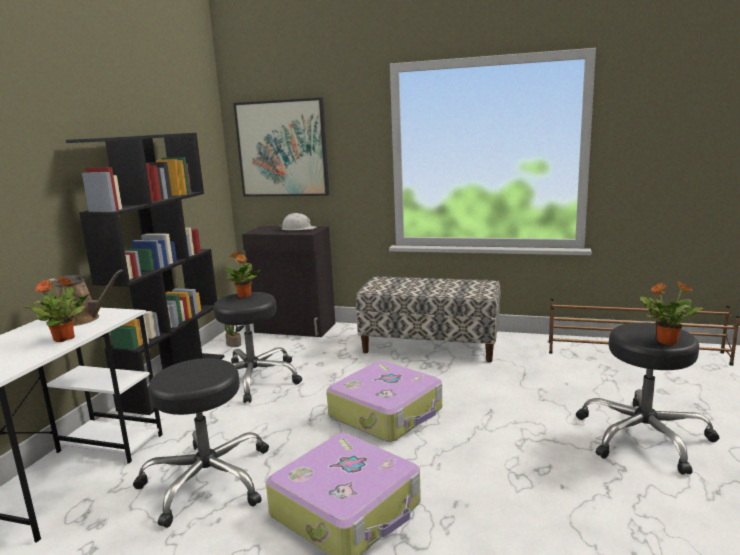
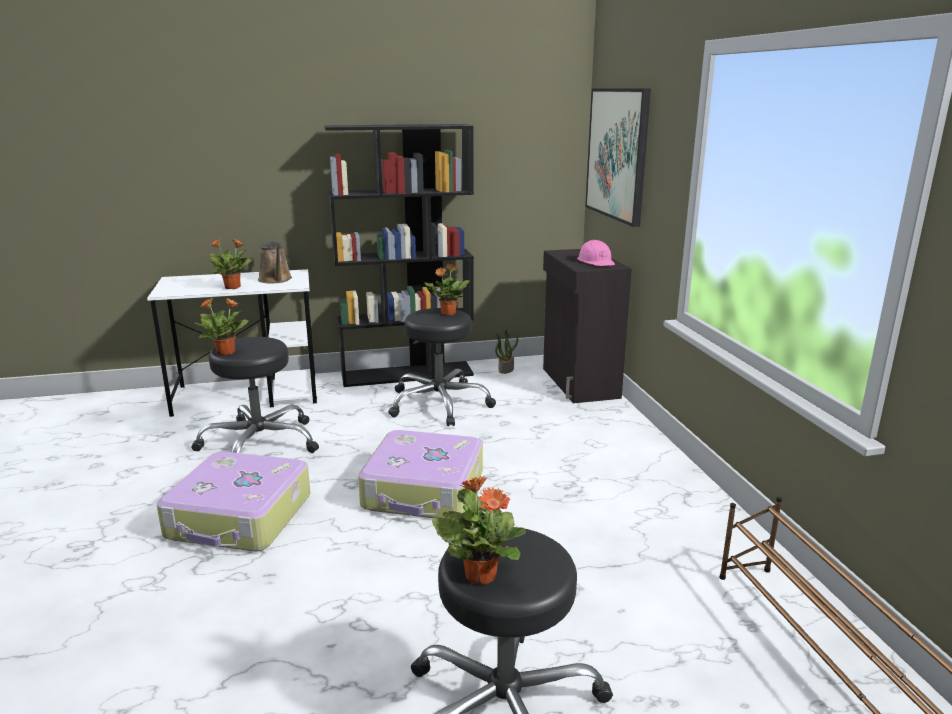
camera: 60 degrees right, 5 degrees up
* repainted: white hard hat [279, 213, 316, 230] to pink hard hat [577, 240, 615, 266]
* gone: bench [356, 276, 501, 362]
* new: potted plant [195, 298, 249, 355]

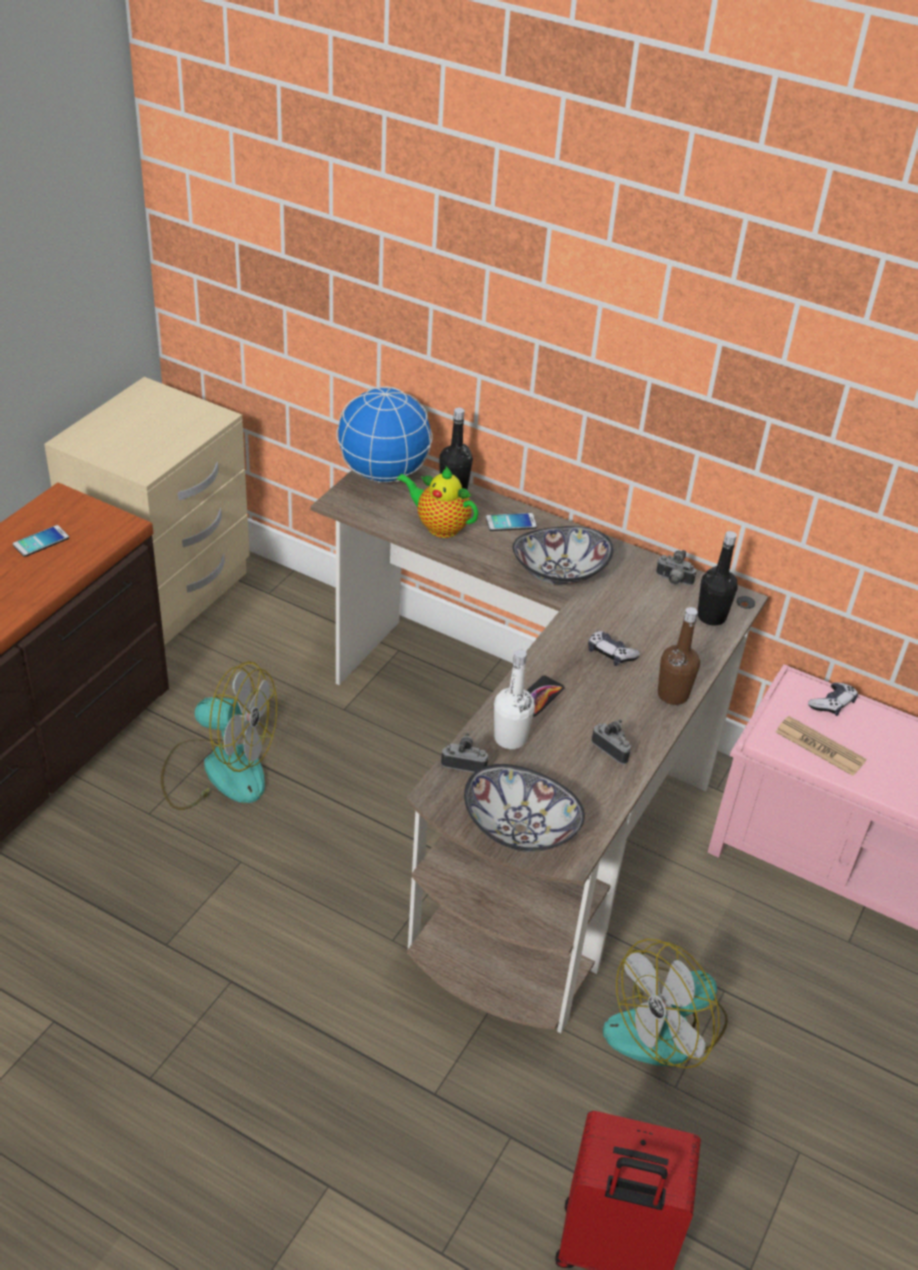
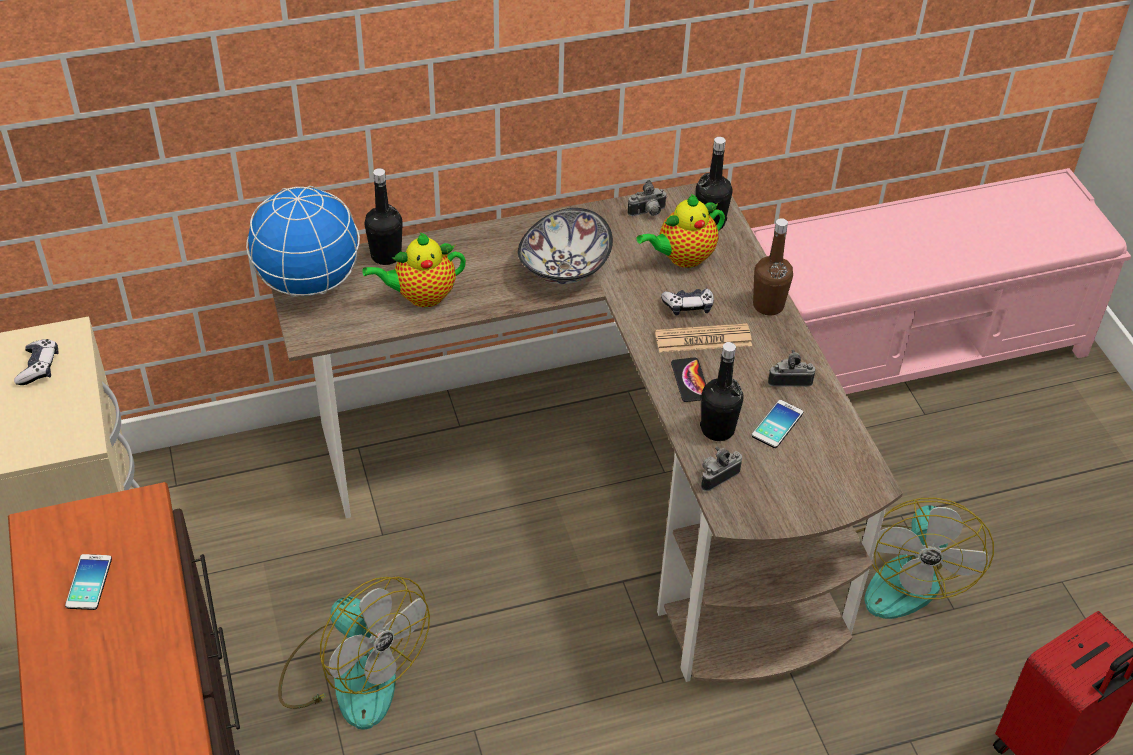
camera: 45 degrees left, 5 degrees up
* rotated: fan [161, 661, 277, 810] = [278, 577, 430, 730] 75 degrees clockwise
* gone: bowl [464, 764, 585, 852]
* shifted: phone [486, 513, 537, 531] to [752, 400, 803, 448]
* repainted: white bottle [494, 649, 535, 749] to black bottle [700, 342, 743, 441]
* shifted: newspaper [775, 716, 866, 776] to [655, 323, 752, 353]
* shifted: game controller [808, 682, 858, 716] to [14, 339, 59, 385]
* new: teapot [637, 194, 725, 268]

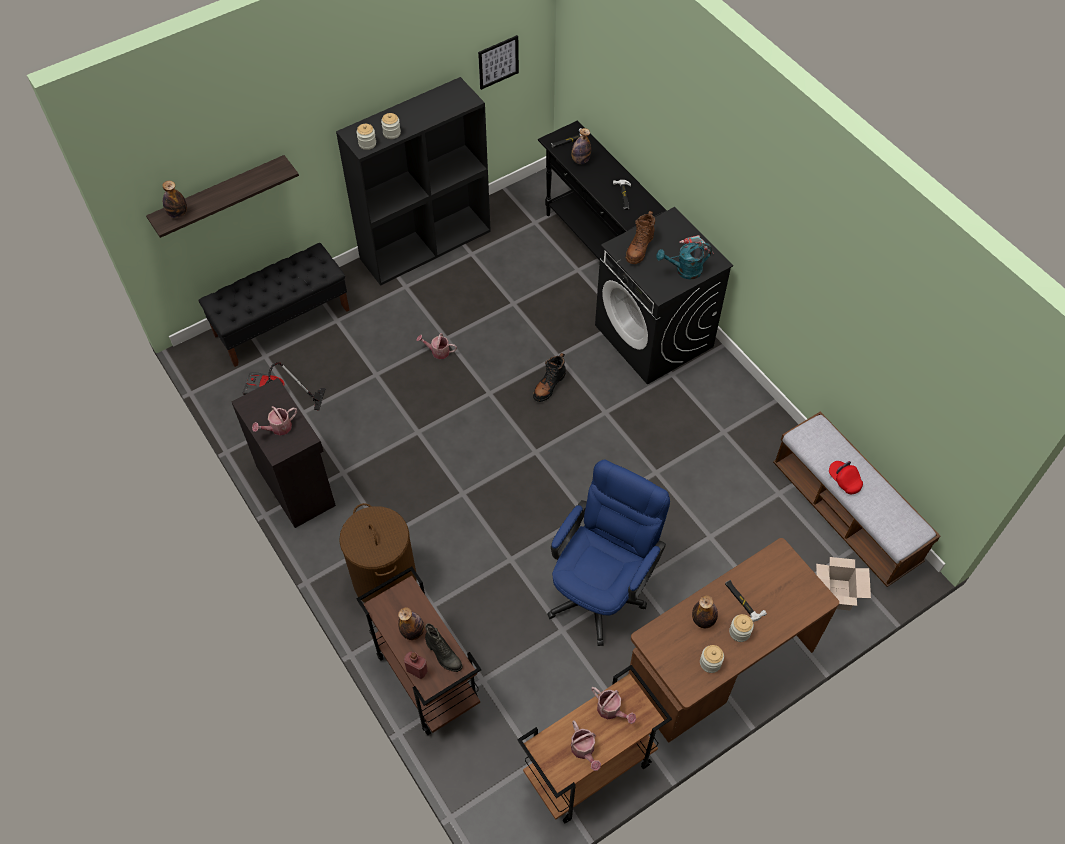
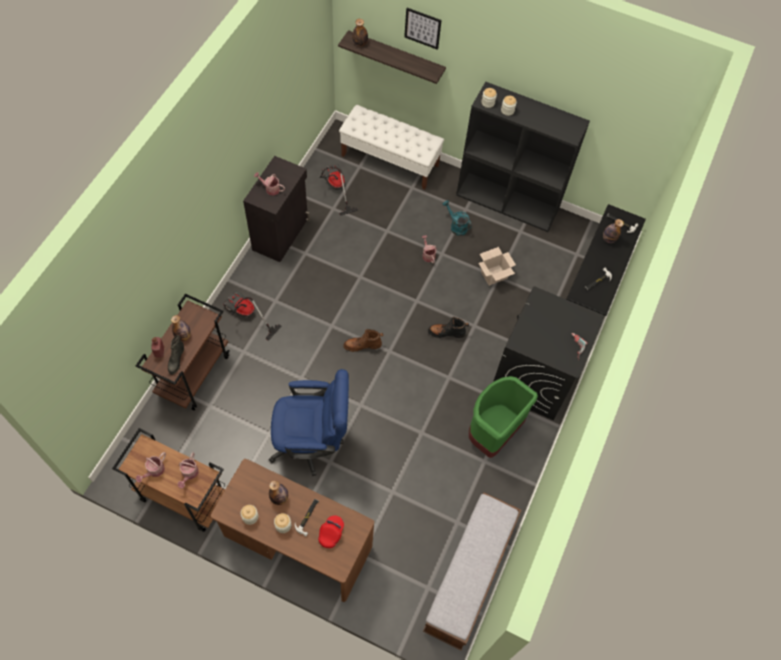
camera: 55 degrees right, 5 degrees up
* repainted: black bench [198, 243, 350, 367] to white bench [339, 104, 444, 190]
* swapped: brown laundry basket [339, 503, 417, 603] to vacuum cleaner [223, 291, 282, 341]
* shifted: picture [478, 35, 519, 90] to [404, 8, 442, 50]
* shifted: brown boot [625, 211, 655, 264] to [343, 329, 384, 352]
* shifted: turquoise watering can [656, 243, 712, 280] to [442, 200, 472, 236]
* shifted: cardboard box [816, 557, 871, 610] to [479, 247, 516, 286]
* shifted: red cap [829, 461, 863, 494] to [318, 515, 344, 548]
* new: green trash can [469, 376, 538, 458]

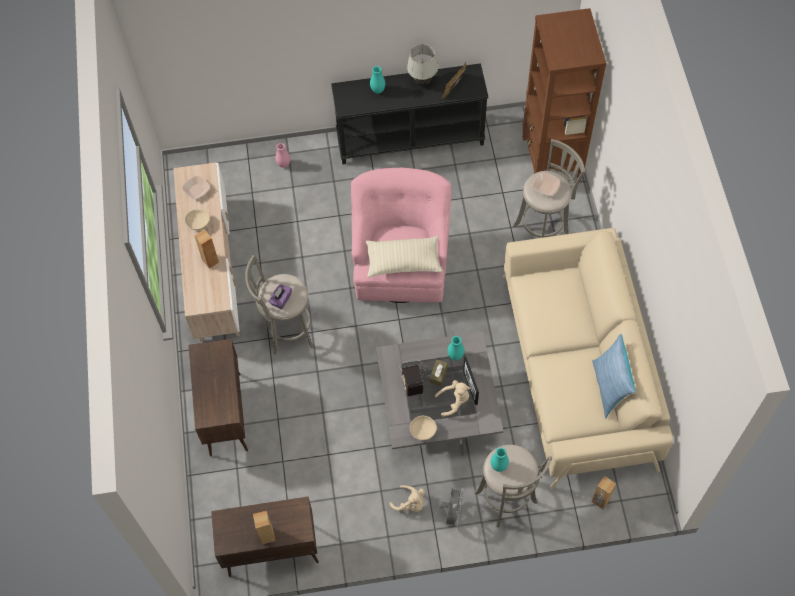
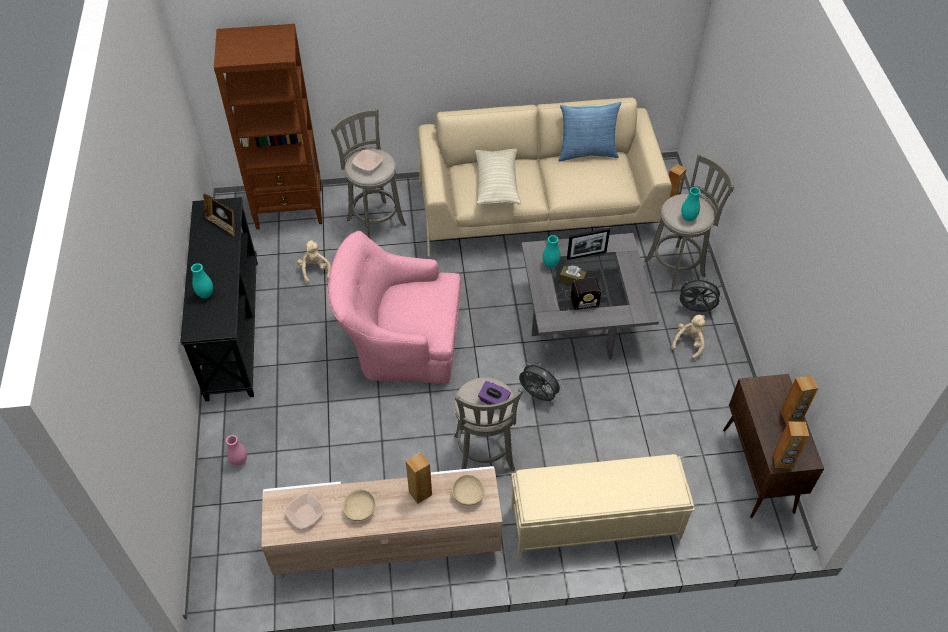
camera: 90 degrees left, 10 degrees down
* swapped: brown cabinet [189, 339, 248, 457] to beige bench [511, 454, 695, 557]
* shifted: beige pillow [366, 236, 443, 277] to [475, 148, 521, 205]
* gone: white table lamp [407, 44, 438, 86]
* shifted: beige bowl [410, 416, 437, 440] to [452, 474, 485, 506]
* shifted: beige plush toy [435, 380, 470, 417] to [297, 240, 331, 284]
* new: grey fan [519, 361, 563, 401]
* new: brown speaker [773, 421, 809, 468]

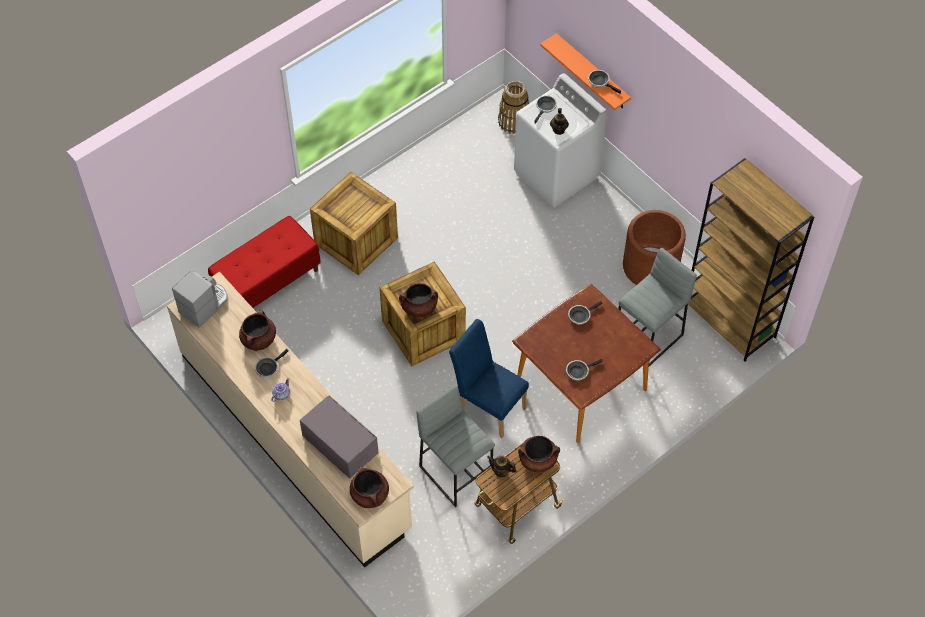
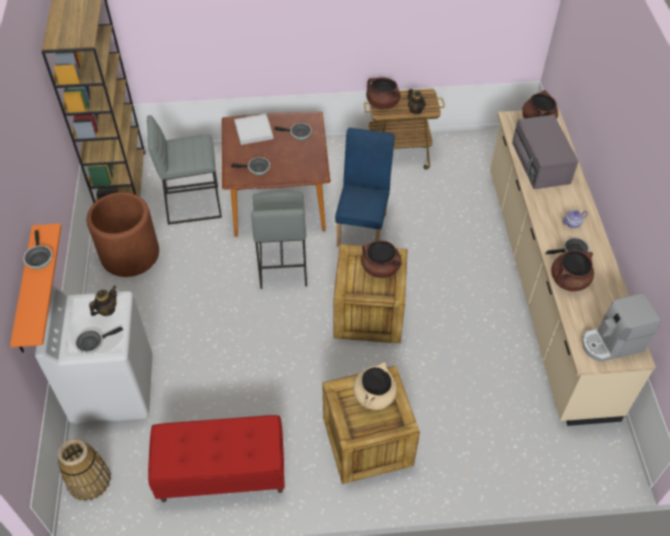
camera: 145 degrees left, 5 degrees down
* shifted: red bench [208, 216, 321, 308] to [148, 415, 285, 502]
* shifted: grey stool [416, 385, 495, 507] to [251, 191, 307, 289]
* rotated: blue chair [449, 319, 529, 438] = [335, 128, 395, 247] 150 degrees counterclockwise
* new: white tray [234, 114, 274, 145]
* new: beige cooking pot [353, 362, 397, 410]

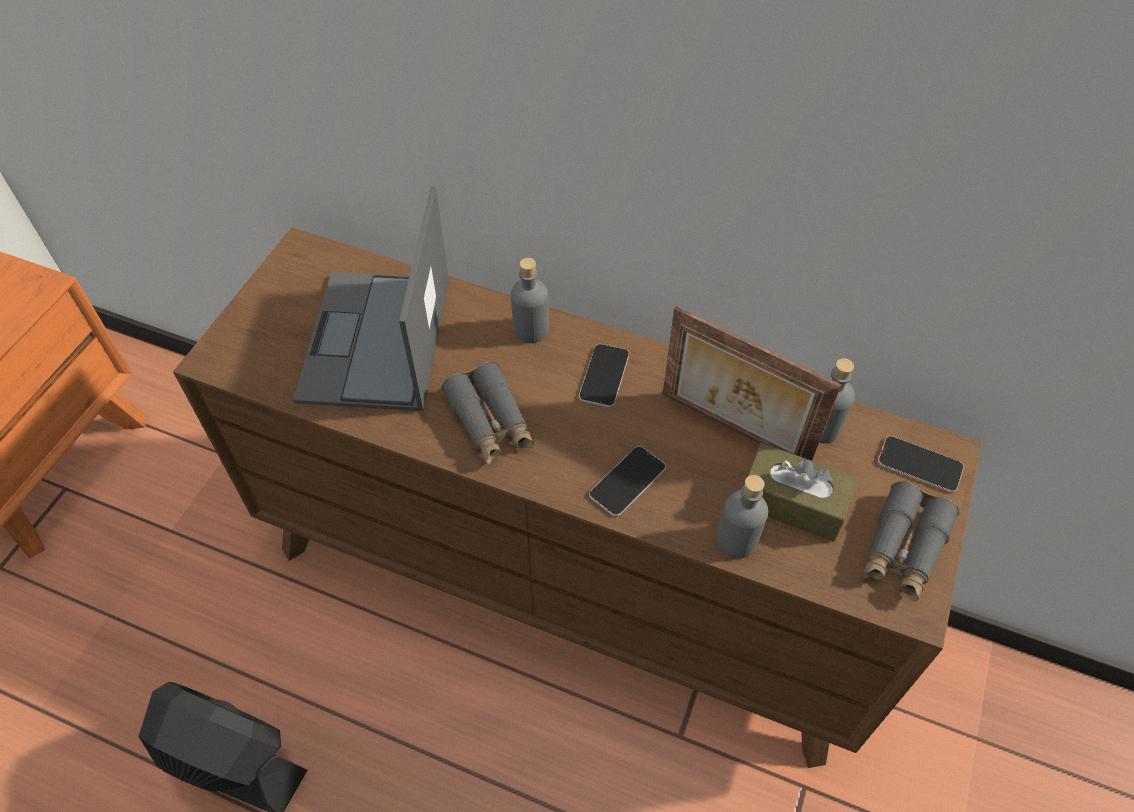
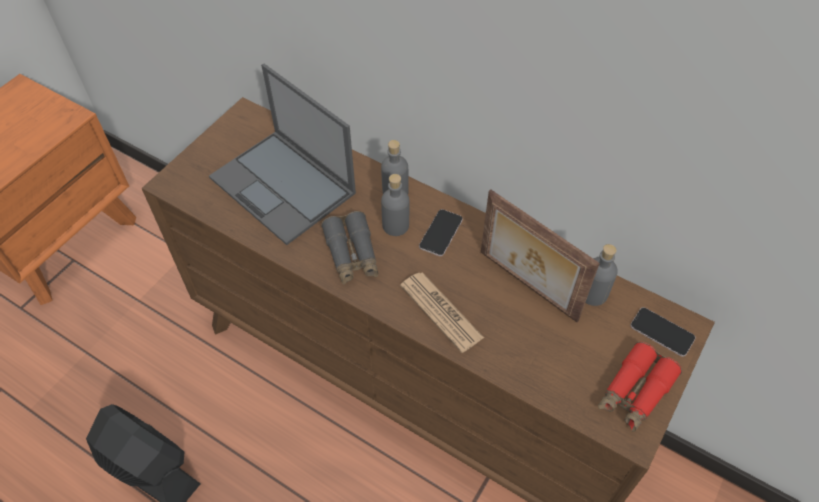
camera: 10 degrees right, 0 degrees up
* rotated: laptop [293, 186, 449, 411] = [209, 63, 356, 245] 60 degrees counterclockwise
* swapped: phone [589, 446, 666, 516] to newspaper [400, 272, 484, 353]
* shifted: grey bottle [716, 475, 768, 558] to [381, 174, 409, 236]
* gone: brown tissue box [743, 443, 858, 541]
* repainted: grey binoculars [862, 481, 960, 601] to red binoculars [598, 342, 682, 432]

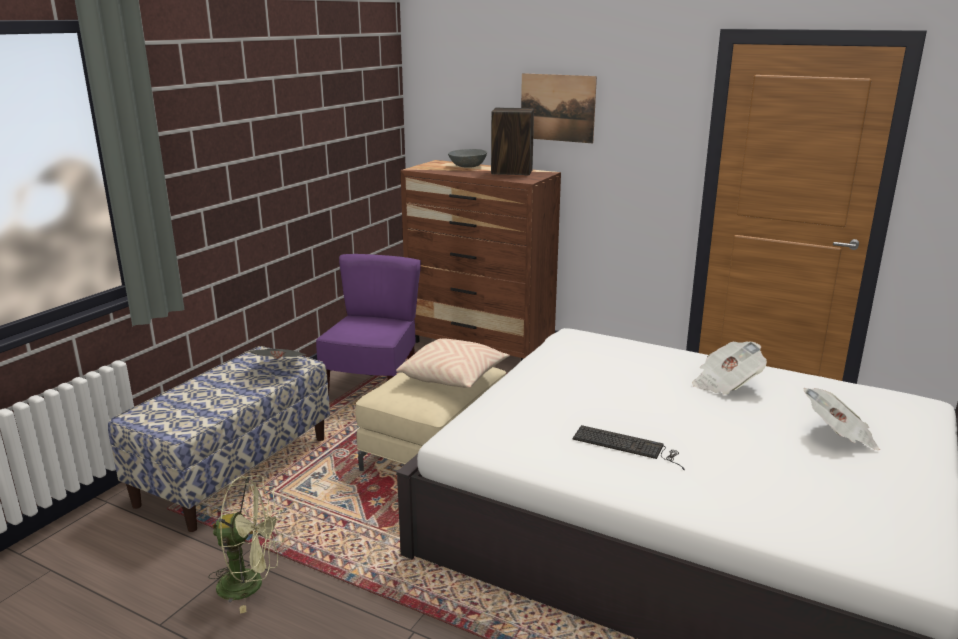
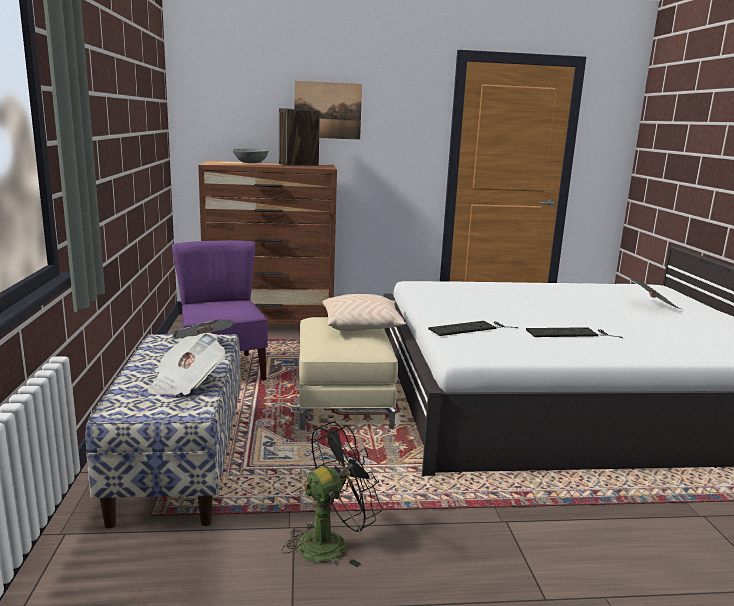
camera: 35 degrees left, 5 degrees down
* repainted: green fan [209, 475, 284, 614] to black fan [282, 422, 383, 567]
* shifted: newspaper [692, 341, 767, 395] to [148, 333, 225, 395]
* new: keyboard [428, 321, 518, 336]

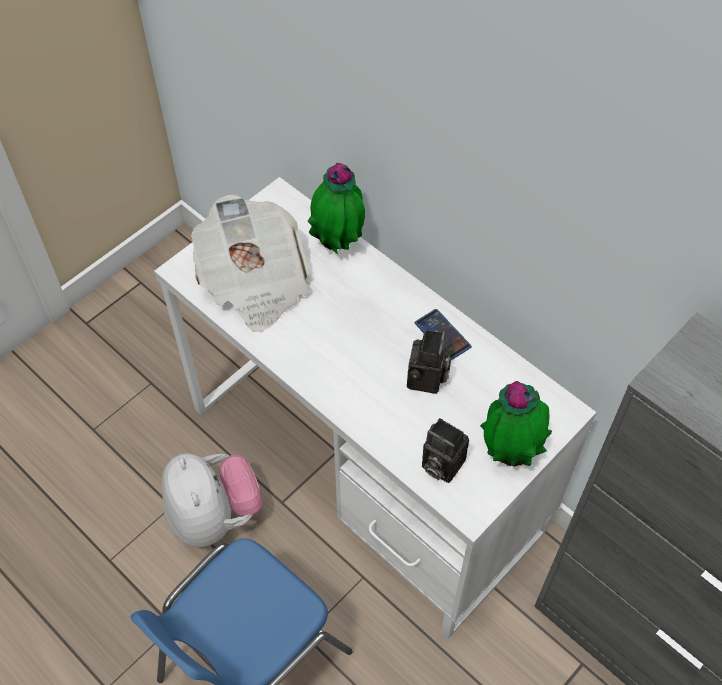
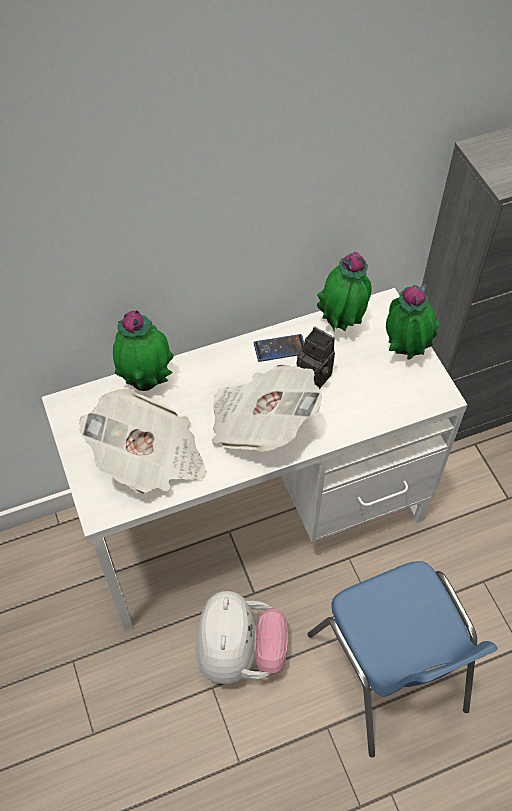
camera: 65 degrees left, 0 degrees up
* rotated: plush toy [162, 454, 263, 547] = [195, 591, 288, 684] 90 degrees clockwise
* gone: photo camera [422, 418, 469, 483]
* new: newspaper [212, 364, 322, 452]
* new: potted plant [317, 252, 372, 331]

